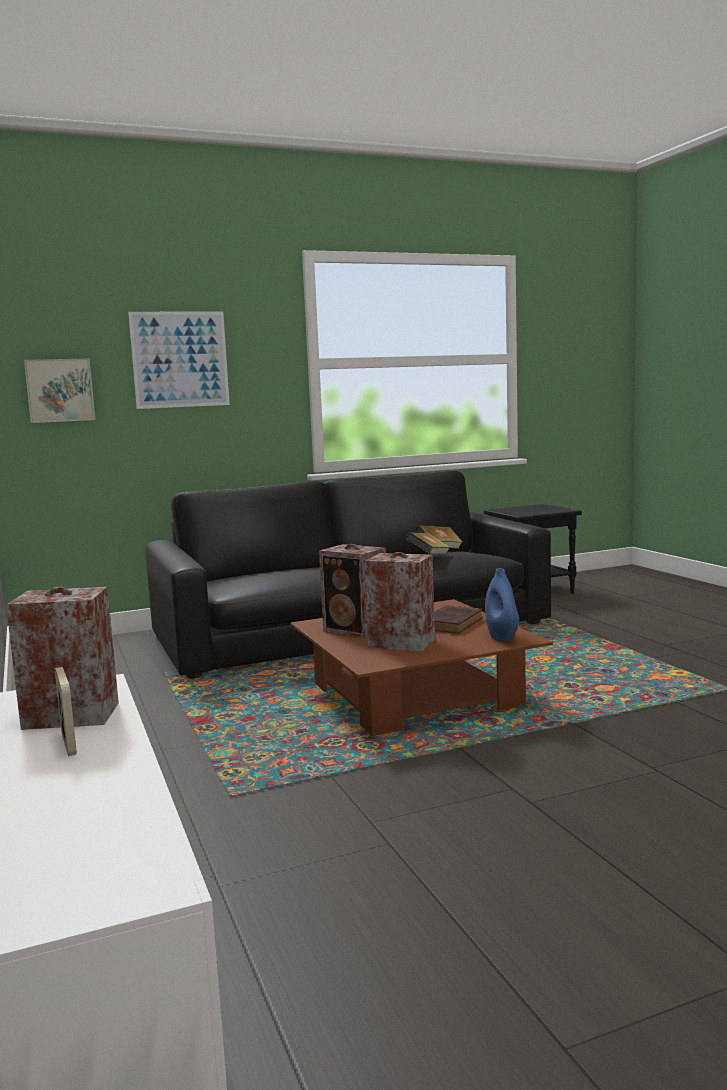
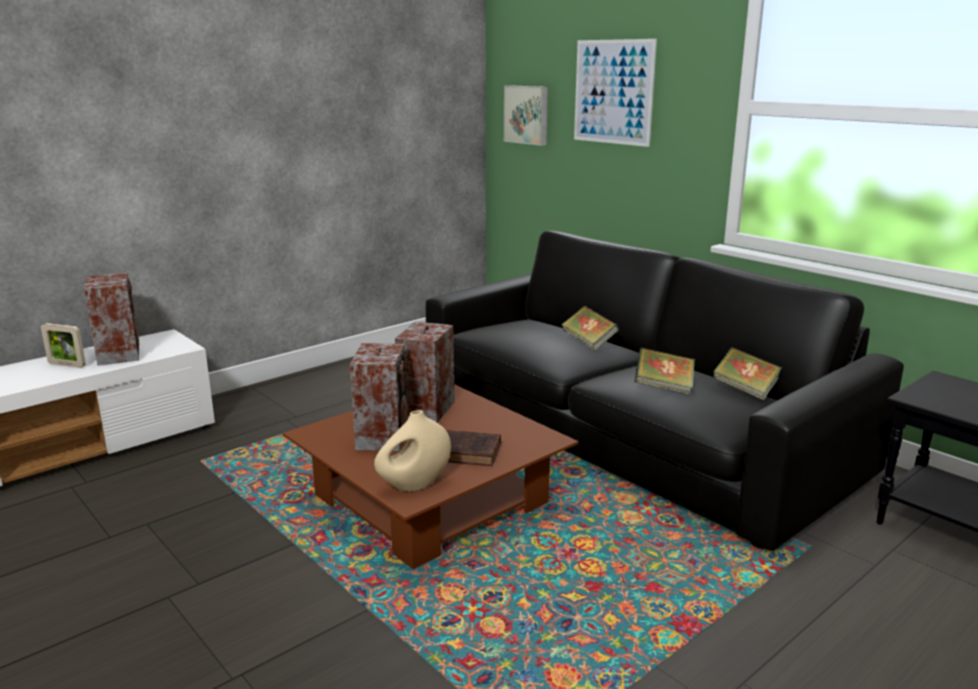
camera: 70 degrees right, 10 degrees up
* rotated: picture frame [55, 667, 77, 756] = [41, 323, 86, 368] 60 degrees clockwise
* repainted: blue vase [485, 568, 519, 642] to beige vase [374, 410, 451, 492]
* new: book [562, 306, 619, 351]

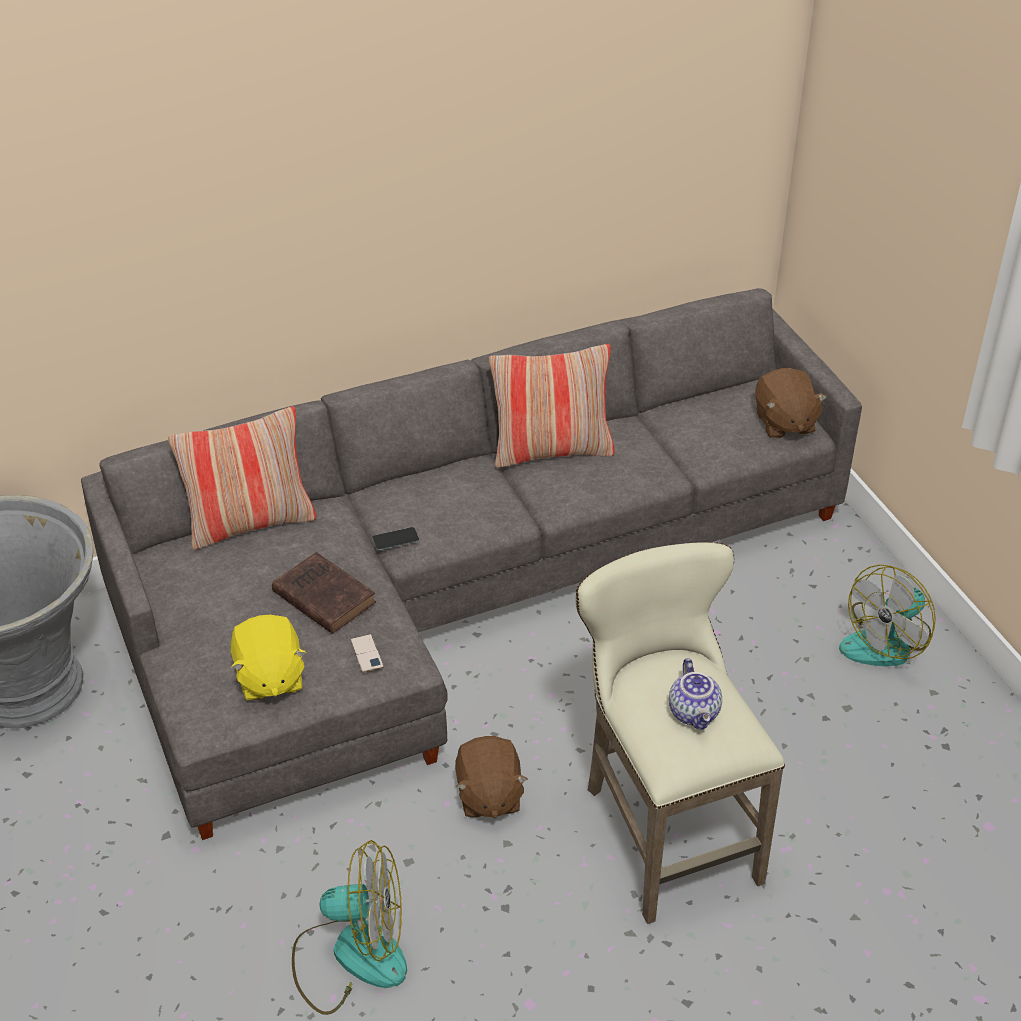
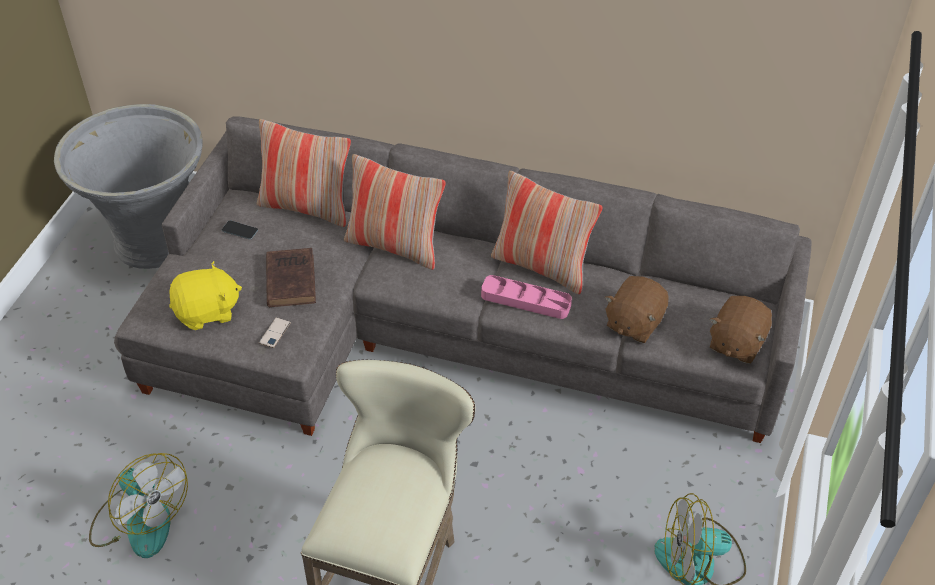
camera: 40 degrees right, 5 degrees up
* rotated: yellow plush toy [231, 615, 307, 701] = [169, 261, 242, 330] 135 degrees counterclockwise
* shifted: phone [372, 527, 419, 550] to [222, 220, 258, 240]
* shifted: brown plush toy [455, 736, 528, 818] to [605, 276, 668, 343]
* gone: teapot [669, 658, 722, 730]
* new: pillow [344, 154, 446, 270]
* new: pink tray [481, 275, 572, 319]

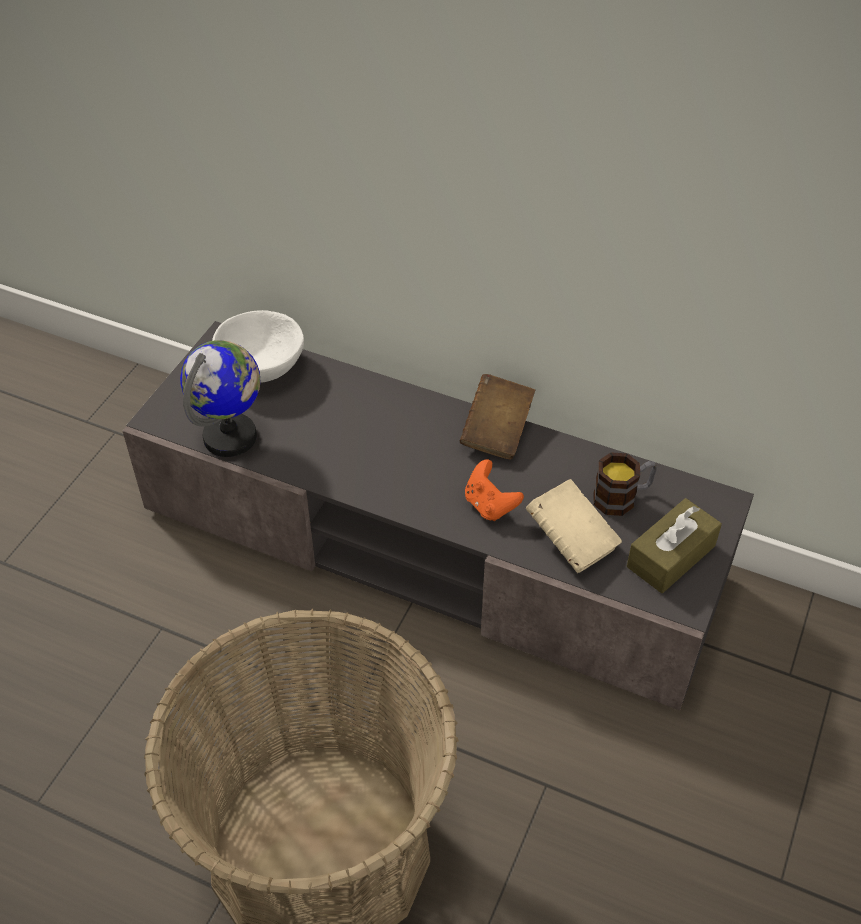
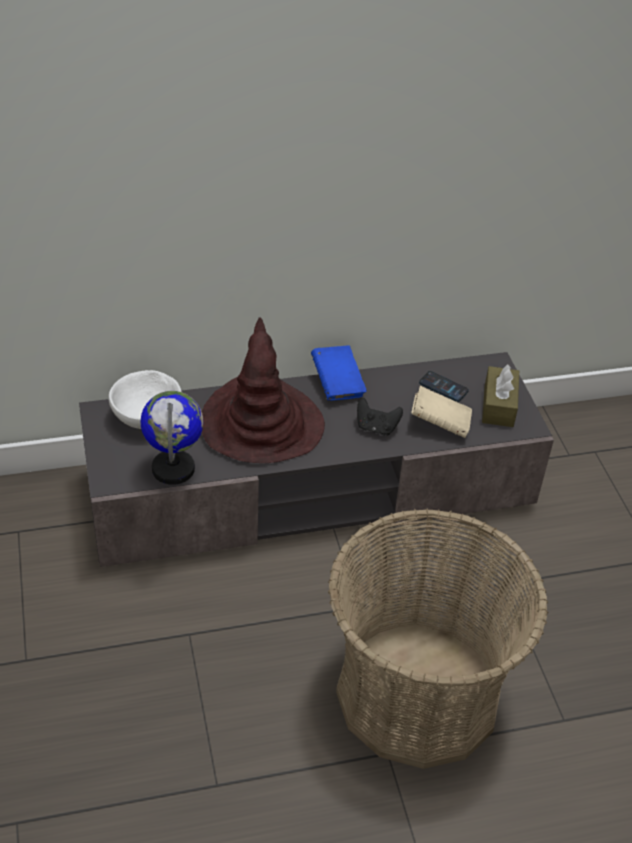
camera: 40 degrees left, 5 degrees down
* repainted: brown book [460, 374, 535, 460] to blue book [311, 346, 367, 401]
* repainted: orange game controller [465, 459, 524, 521] to black game controller [357, 398, 403, 436]
* swapped: mug [593, 452, 657, 516] to phone [419, 371, 469, 402]
* new: brown hat [202, 317, 325, 463]

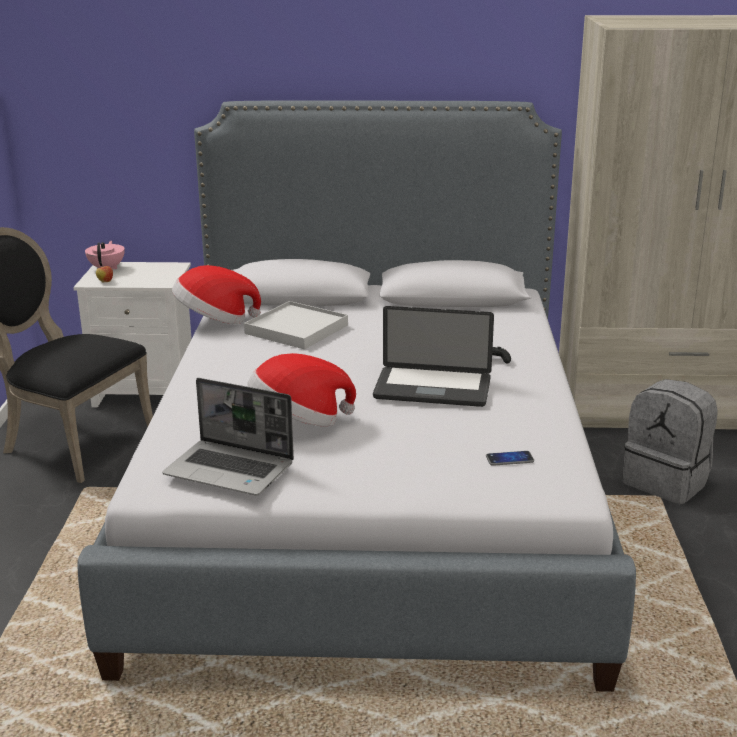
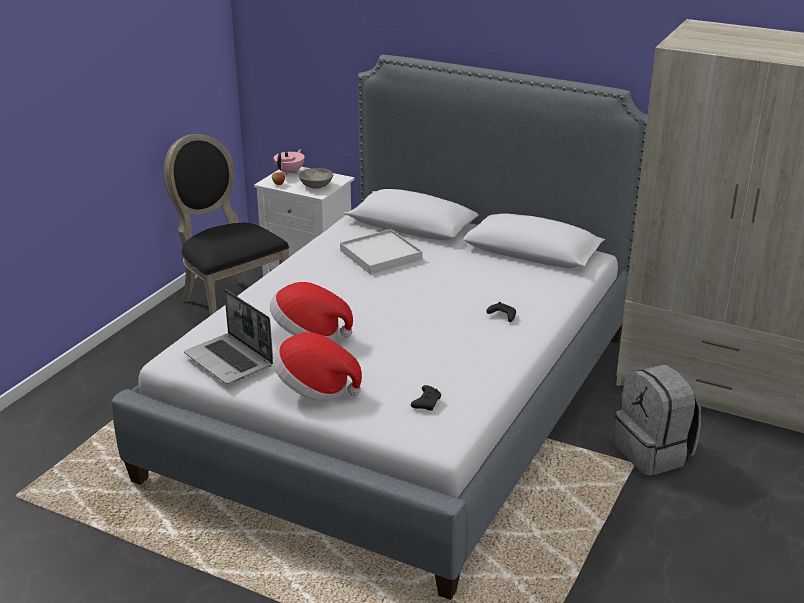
camera: 25 degrees right, 5 degrees up
* shifted: hat [172, 265, 261, 324] to [273, 332, 362, 401]
* gone: laptop [373, 306, 494, 407]
* swapped: phone [486, 451, 534, 466] to black game controller [411, 385, 441, 411]
* new: grey bowl [298, 168, 333, 189]

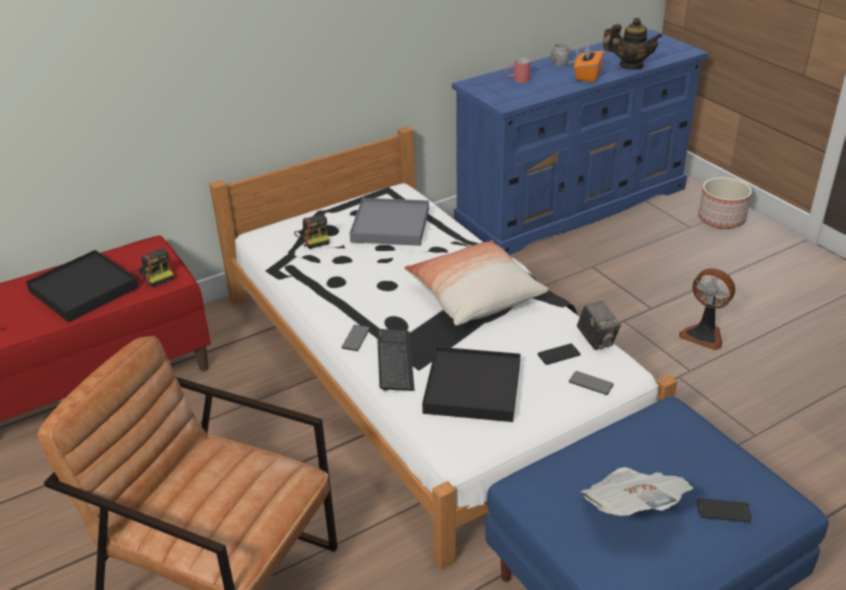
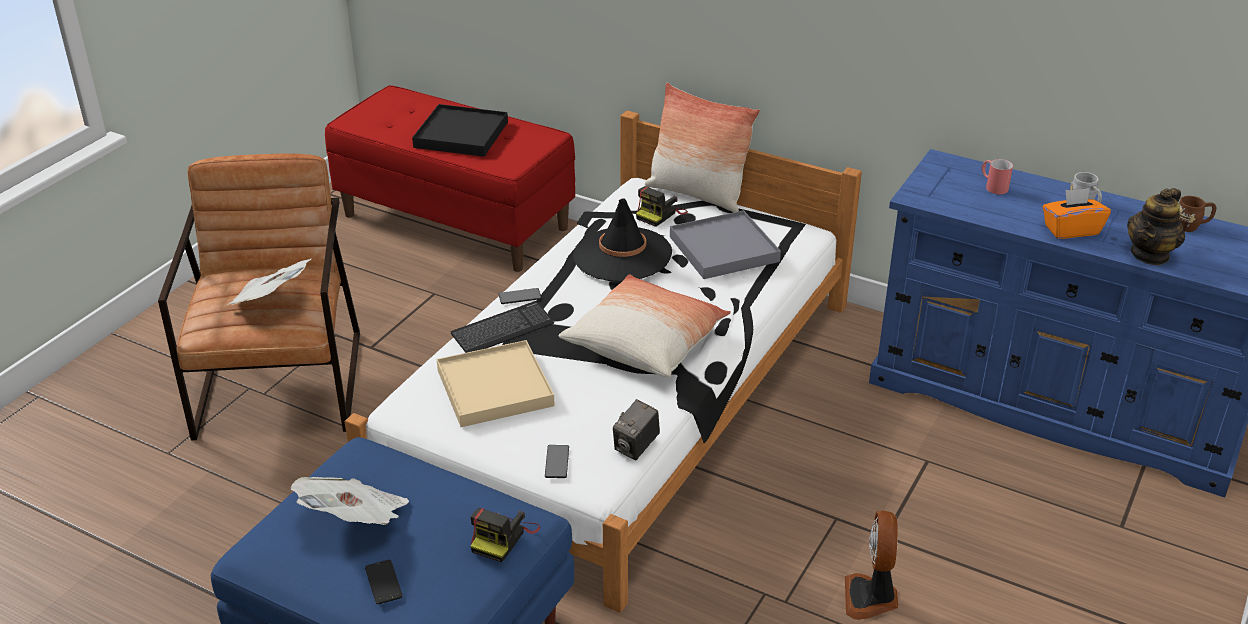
camera: 60 degrees right, 0 degrees up
* shifted: photo camera [132, 248, 174, 288] to [471, 508, 540, 562]
* repainted: black tray [422, 347, 520, 422] to beige tray [437, 340, 555, 427]
* gone: phone [538, 344, 581, 365]
* rotated: teapot [606, 18, 662, 69] = [1127, 188, 1185, 266] 45 degrees clockwise
* gone: planter [698, 177, 752, 229]
* new: newspaper [227, 259, 311, 305]
* new: black hat [573, 198, 672, 282]
* new: pillow [645, 83, 760, 212]

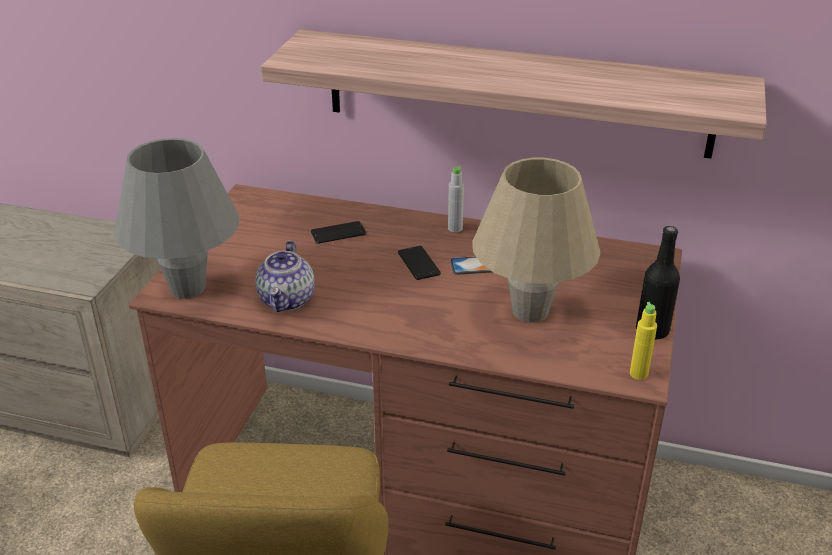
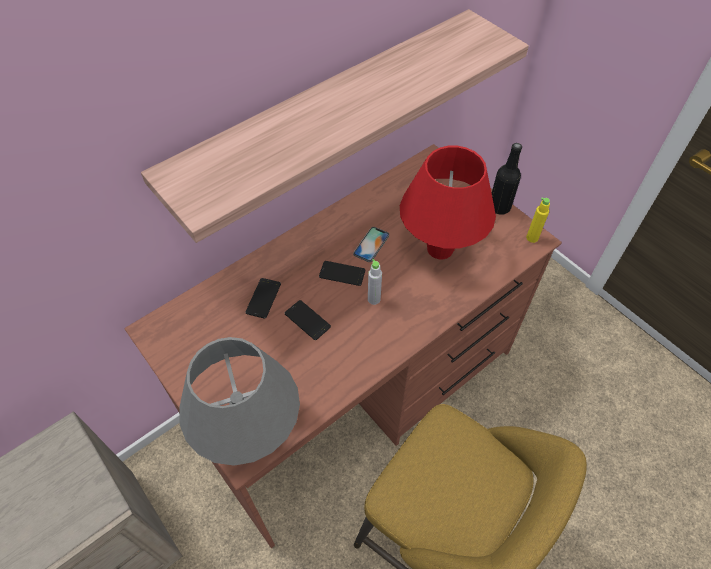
camera: 55 degrees left, 20 degrees up
* gone: teapot [255, 241, 314, 312]
* shifted: grey bottle [448, 166, 464, 232] to [368, 259, 382, 305]
* repainted: beige table lamp [472, 158, 601, 323] to red table lamp [400, 146, 496, 259]
* new: phone [285, 300, 331, 340]

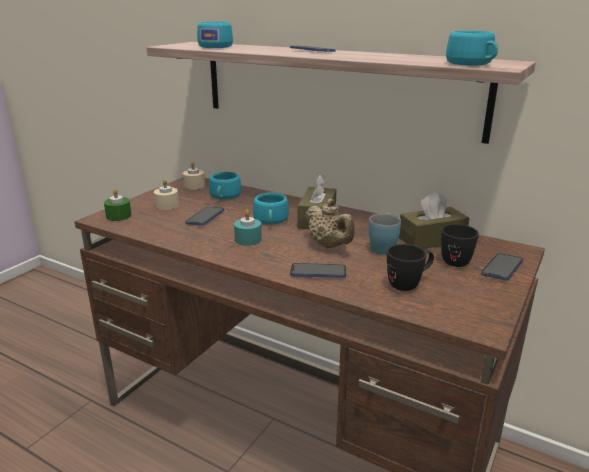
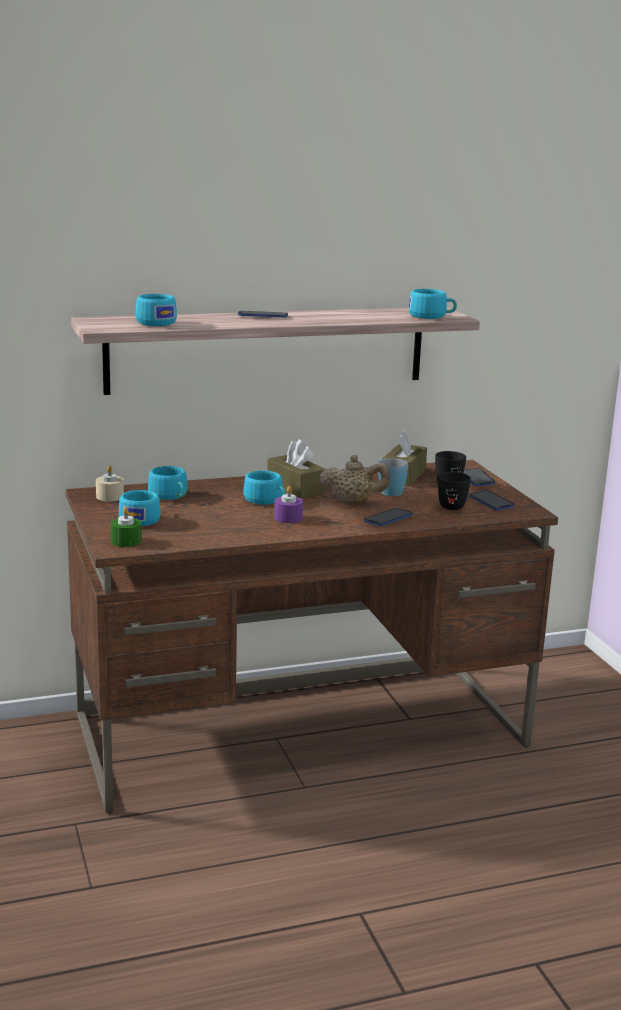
camera: 50 degrees left, 5 degrees down
* swapped: beige candle [154, 179, 179, 210] to turquoise cup [119, 490, 161, 527]
* shifted: phone [185, 207, 224, 226] to [469, 490, 514, 511]
* repainted: turquoise candle [234, 210, 262, 246] to purple candle [274, 486, 303, 523]

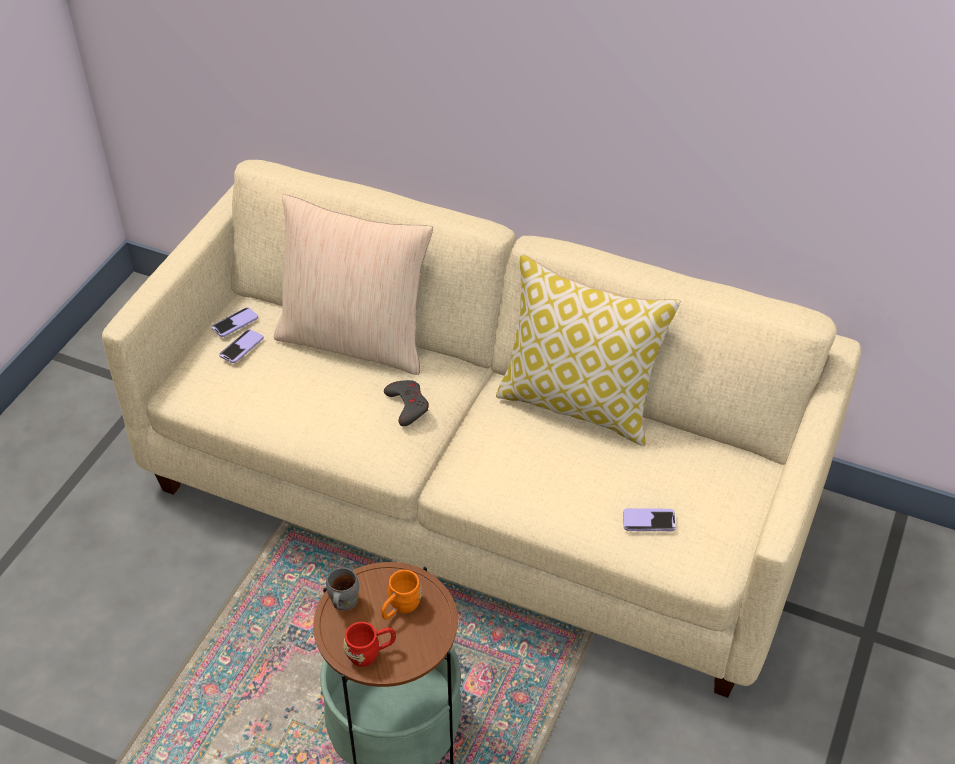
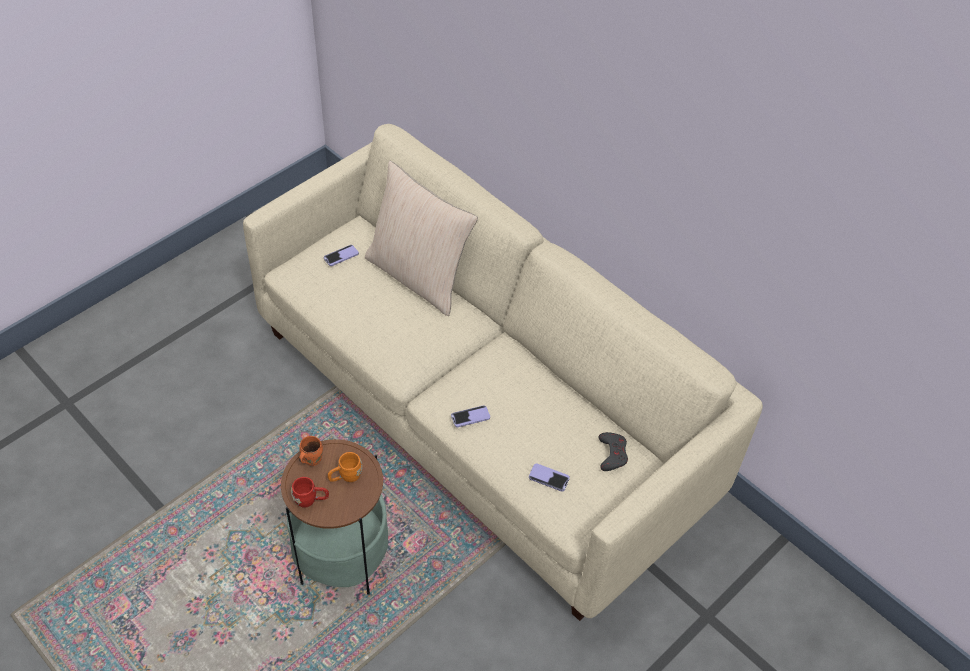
camera: 20 degrees right, 5 degrees up
* shifted: phone [211, 307, 258, 337] to [451, 405, 490, 427]
* repainted: grey mug [326, 567, 359, 611] to orange mug [299, 436, 323, 466]
* shifted: grey game controller [384, 380, 429, 426] to [599, 432, 628, 471]
* gone: pillow [496, 254, 681, 446]

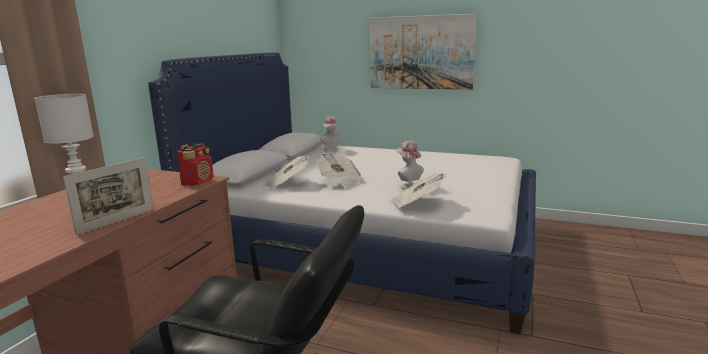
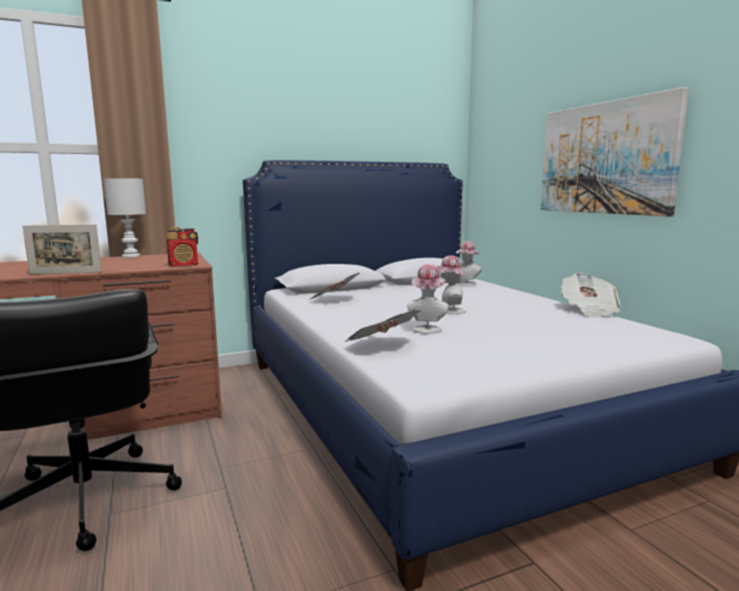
camera: 45 degrees right, 5 degrees down
* shifted: newspaper [316, 153, 363, 189] to [561, 273, 621, 318]
* new: hat [436, 255, 466, 314]

